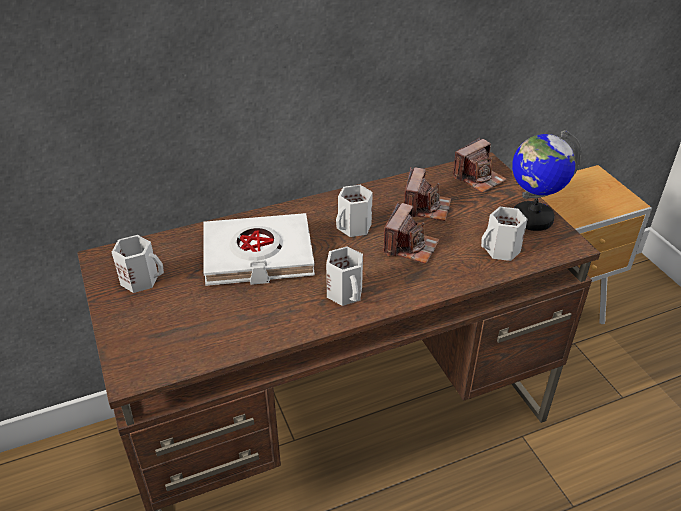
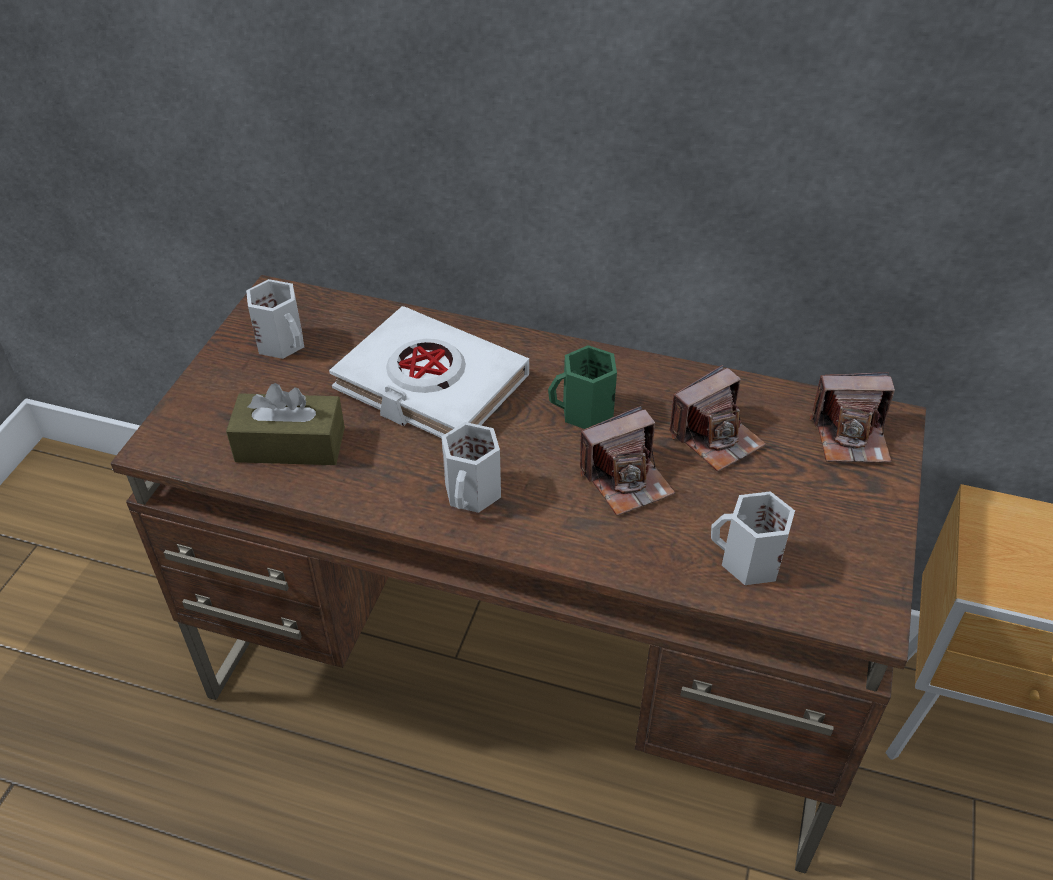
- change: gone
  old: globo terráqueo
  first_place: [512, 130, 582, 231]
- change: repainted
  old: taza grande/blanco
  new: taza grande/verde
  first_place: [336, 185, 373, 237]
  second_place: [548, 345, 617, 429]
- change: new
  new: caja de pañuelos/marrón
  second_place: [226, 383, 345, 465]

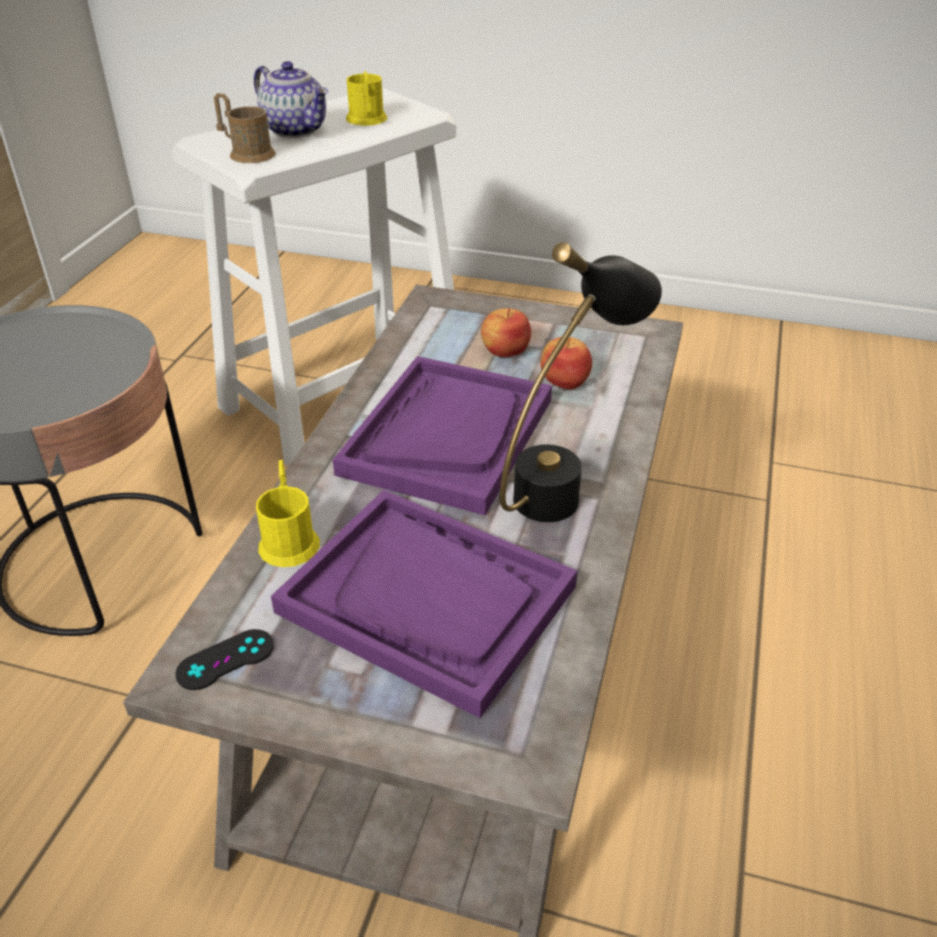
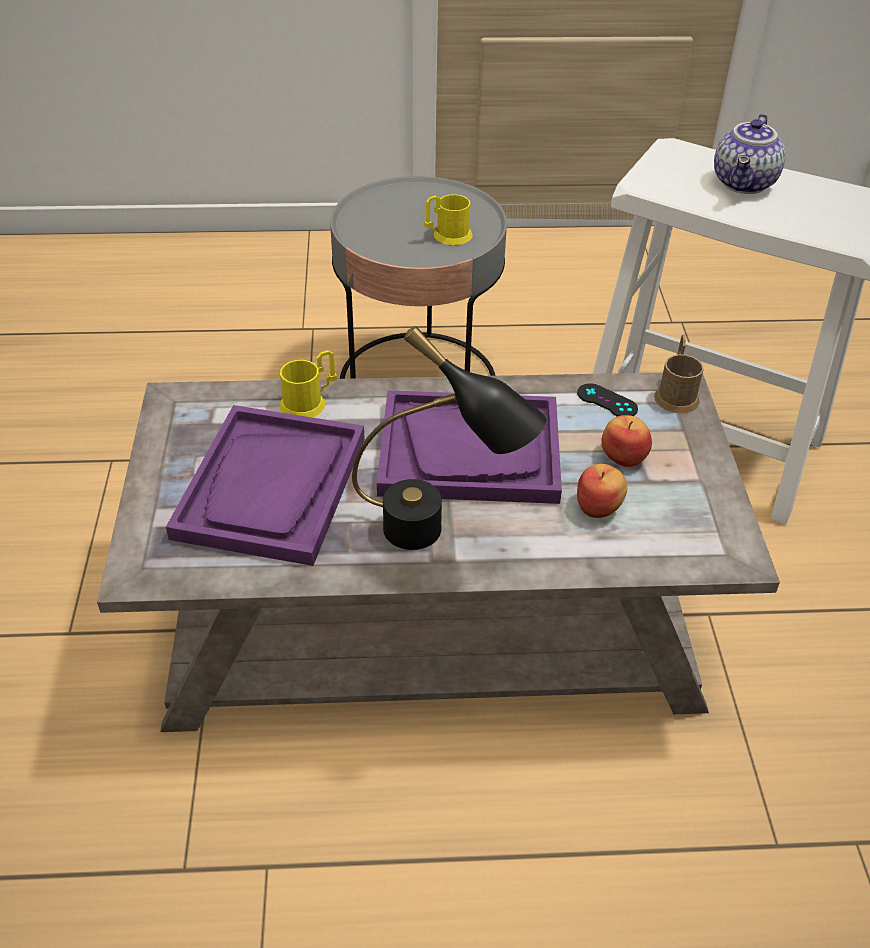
- change: shifted
  old: taza grande/amarillo
  first_place: [346, 71, 388, 126]
  second_place: [424, 194, 473, 245]
- change: shifted
  old: taza grande/marrón
  first_place: [214, 93, 276, 163]
  second_place: [654, 335, 704, 414]
- change: shifted
  old: mando de consola/negro
  first_place: [176, 629, 274, 690]
  second_place: [577, 383, 638, 416]

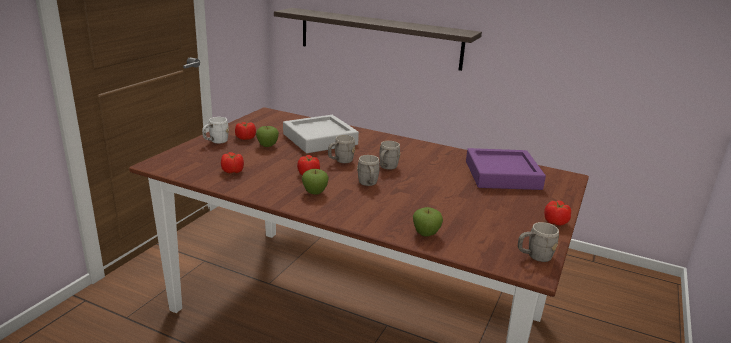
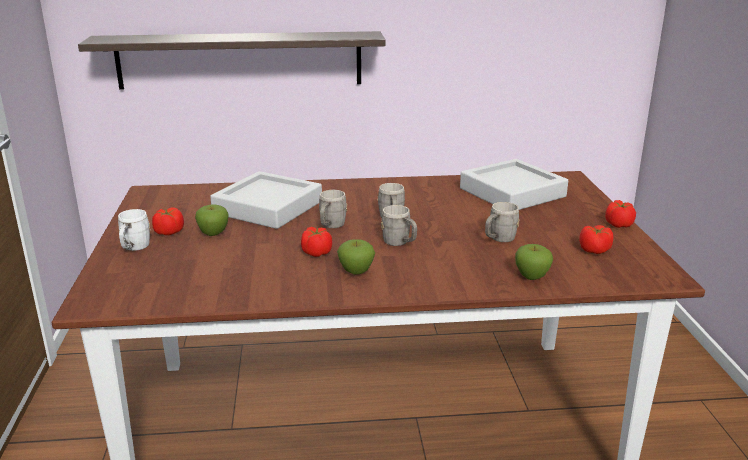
- change: repainted
  old: bandeja/morado
  new: bandeja/gris
  first_place: [466, 148, 546, 190]
  second_place: [460, 159, 568, 210]
- change: shifted
  old: tomate
  first_place: [221, 152, 244, 173]
  second_place: [579, 225, 613, 254]
- change: shifted
  old: taza grande/gris
  first_place: [518, 222, 559, 262]
  second_place: [485, 202, 520, 242]

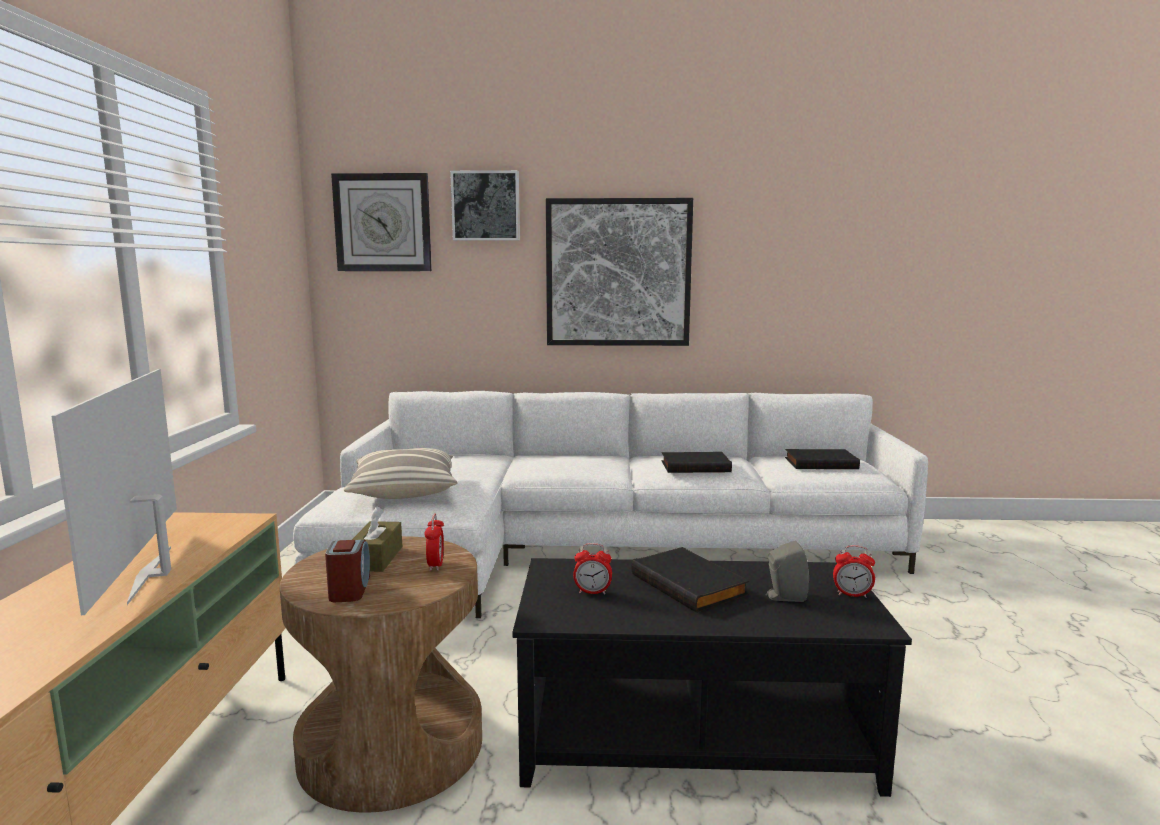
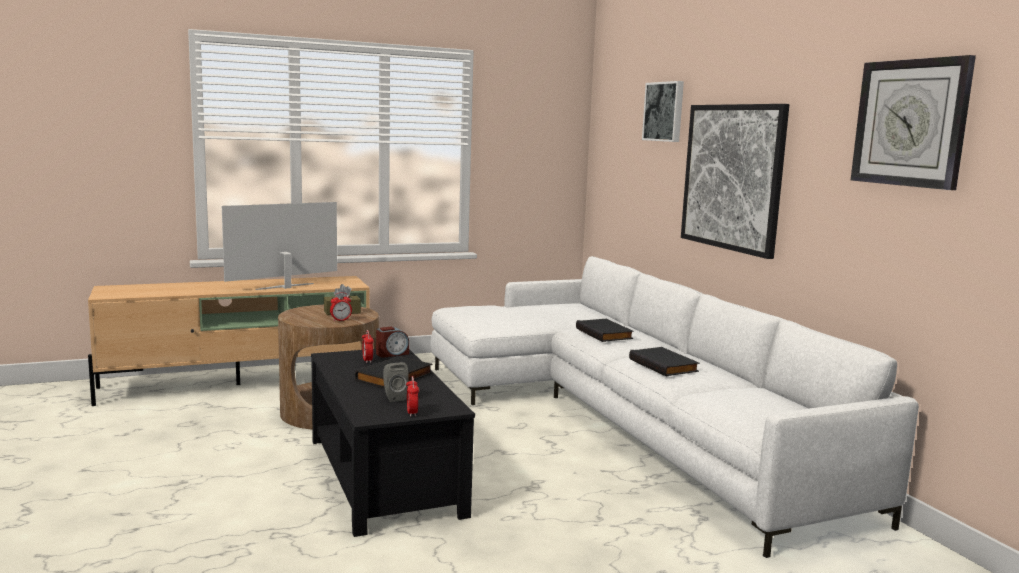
- change: shifted
  old: reloj de pared
  first_place: [331, 173, 432, 271]
  second_place: [851, 55, 976, 190]
- change: gone
  old: cojín
  first_place: [344, 448, 457, 499]
- change: shifted
  old: libro/negro
  first_place: [785, 449, 860, 469]
  second_place: [576, 319, 634, 342]
- change: shifted
  old: despertador
  first_place: [325, 540, 370, 602]
  second_place: [376, 327, 409, 358]

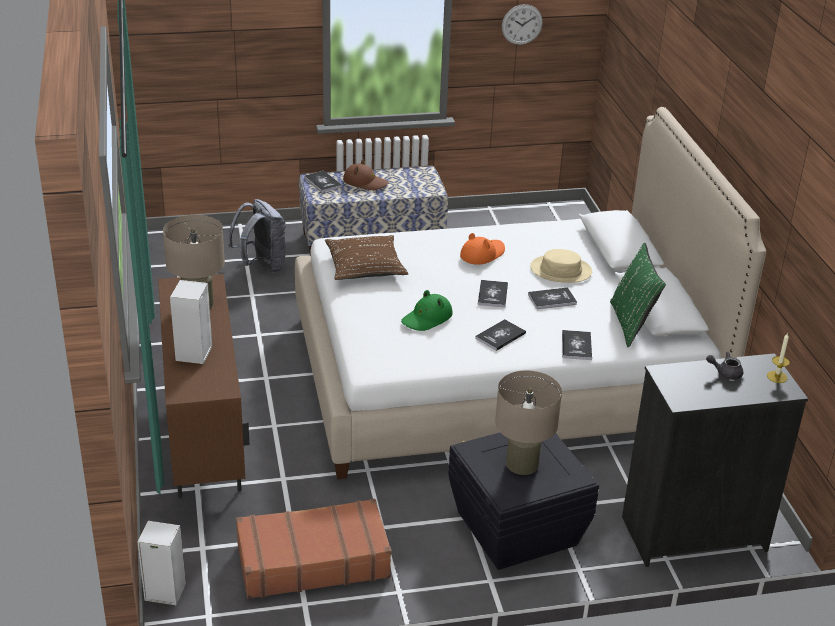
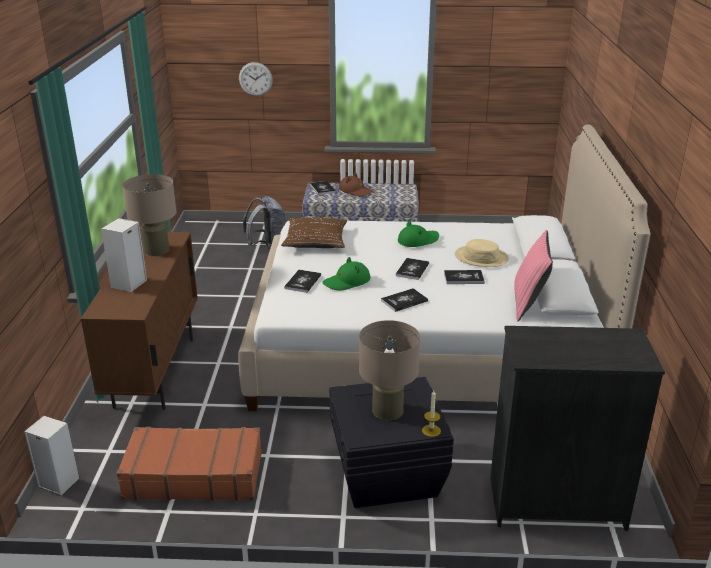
- change: shifted
  old: reloj de pared
  first_place: [502, 4, 543, 45]
  second_place: [239, 62, 273, 96]
- change: repainted
  old: sombrero/naranja
  new: sombrero/verde
  first_place: [460, 233, 505, 265]
  second_place: [398, 221, 439, 247]
- change: repainted
  old: cojín/verde
  new: cojín/rosa
  first_place: [610, 243, 666, 348]
  second_place: [514, 230, 553, 321]
- change: shifted
  old: libro
  first_place: [562, 330, 592, 360]
  second_place: [284, 270, 321, 293]
- change: shifted
  old: vela
  first_place: [767, 332, 790, 383]
  second_place: [422, 390, 441, 437]
- change: gone
  old: tetera/gris
  first_place: [706, 352, 743, 380]

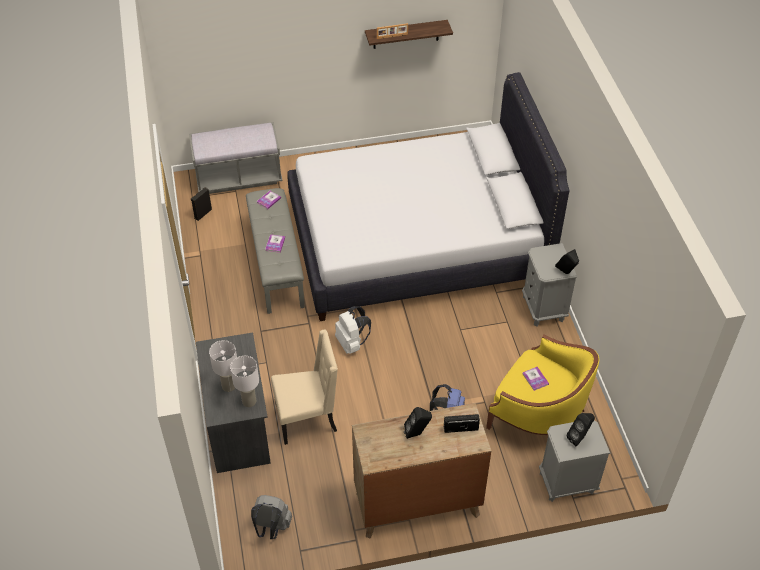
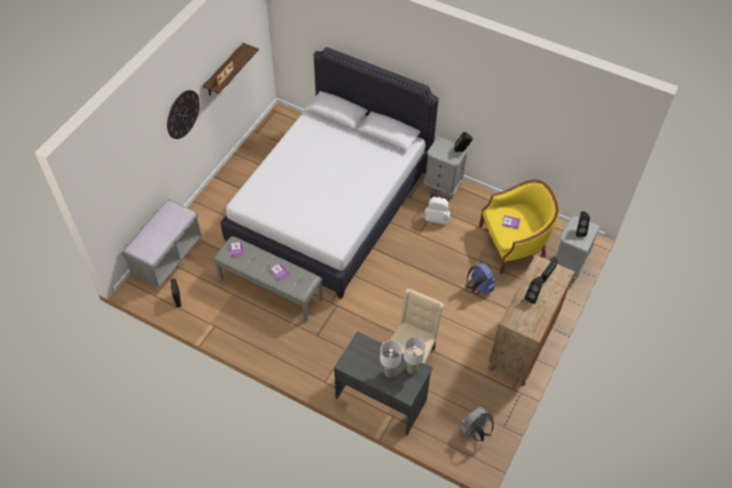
- change: shifted
  old: mochila/blanco
  first_place: [335, 306, 371, 354]
  second_place: [424, 190, 450, 225]
- change: new
  new: reloj de pared
  second_place: [167, 90, 200, 139]

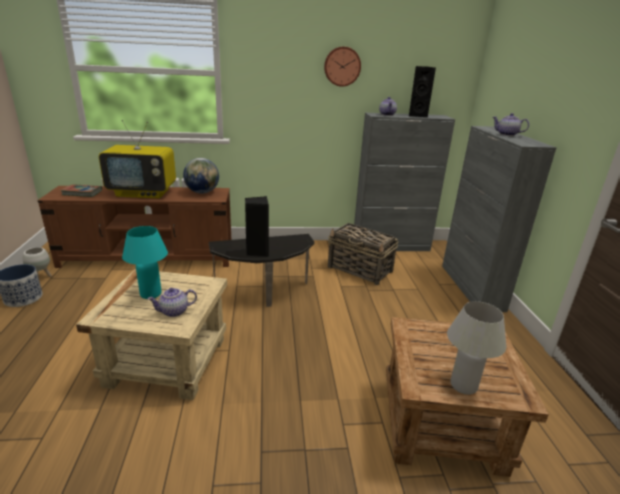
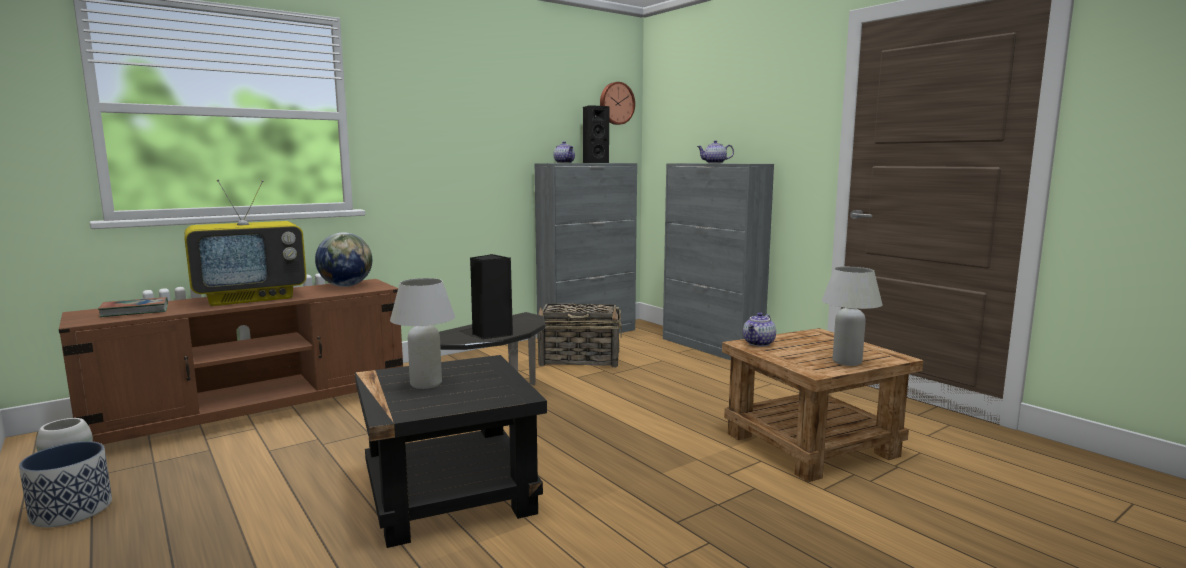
- change: shifted
  old: reloj de pared
  first_place: [324, 47, 361, 87]
  second_place: [600, 82, 635, 125]
- change: repainted
  old: lámpara de mesa/turquesa
  new: lámpara de mesa/blanco
  first_place: [122, 226, 168, 299]
  second_place: [390, 278, 455, 389]
- change: repainted
  old: mesa auxiliar/beis
  new: mesa auxiliar/negro
  first_place: [76, 269, 227, 400]
  second_place: [355, 355, 547, 548]
- change: shifted
  old: tetera
  first_place: [147, 288, 197, 317]
  second_place: [743, 312, 776, 347]

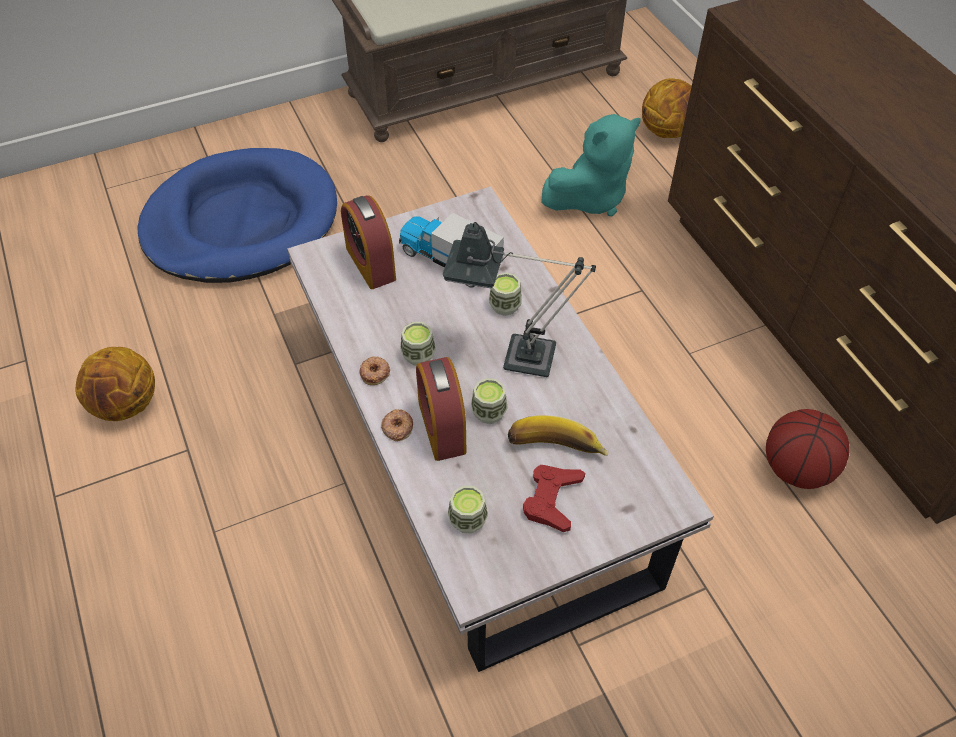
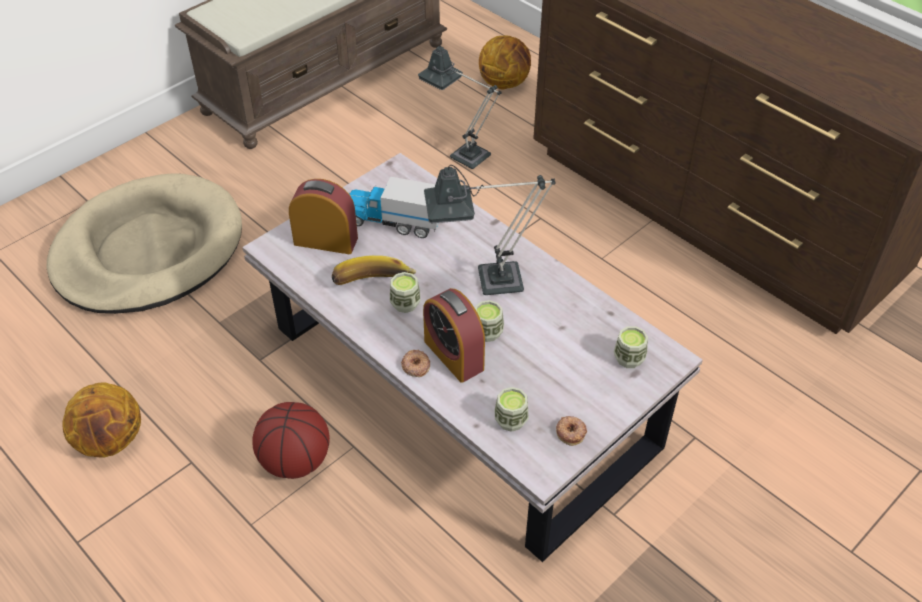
- change: swapped
  old: peluche/turquesa
  new: lámpara de mesa
  first_place: [541, 114, 641, 216]
  second_place: [418, 44, 501, 169]
- change: repainted
  old: cama para perro/azul
  new: cama para perro/beis
  first_place: [137, 148, 337, 283]
  second_place: [47, 173, 242, 314]
- change: rotated
  old: despertador
  first_place: [341, 195, 396, 289]
  second_place: [289, 179, 358, 254]
  degrees: 150
- change: shifted
  old: taza
  first_place: [489, 272, 522, 316]
  second_place: [613, 326, 648, 368]
- change: shifted
  old: rosquilla
  first_place: [359, 356, 390, 385]
  second_place: [556, 416, 587, 446]
- change: shifted
  old: balón de baloncesto
  first_place: [766, 409, 850, 489]
  second_place: [252, 402, 330, 479]
- change: shifted
  old: plátano
  first_place: [508, 415, 609, 456]
  second_place: [332, 255, 416, 285]
- change: gone
  old: mando de consola/rojo
  first_place: [523, 465, 585, 532]

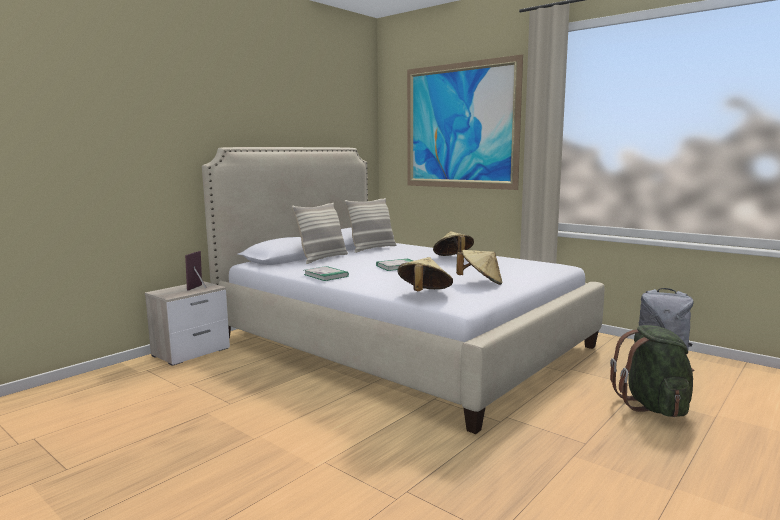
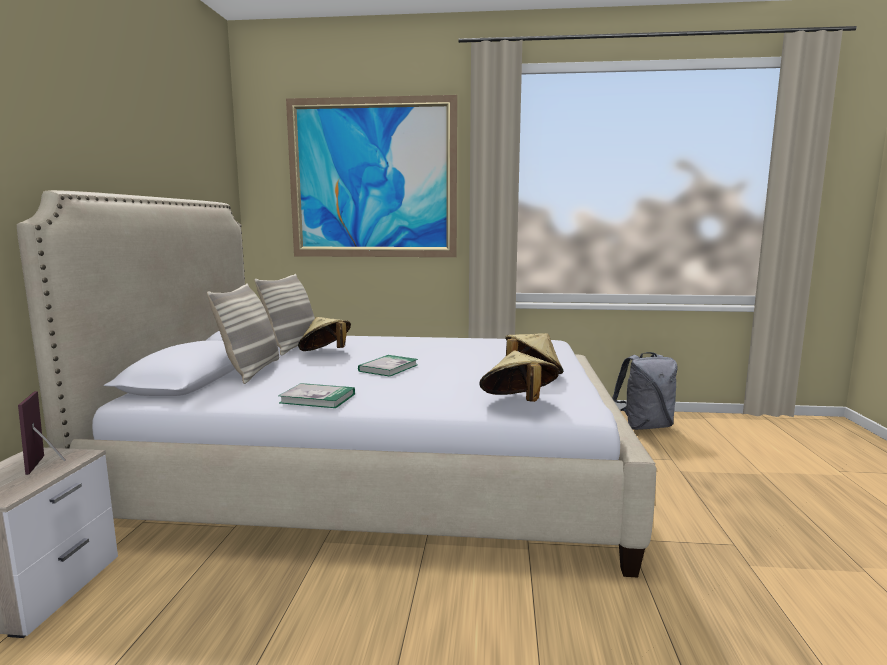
- change: shifted
  old: sombrero/beis
  first_place: [433, 231, 474, 256]
  second_place: [298, 317, 351, 351]
- change: gone
  old: mochila/verde
  first_place: [610, 325, 694, 417]

